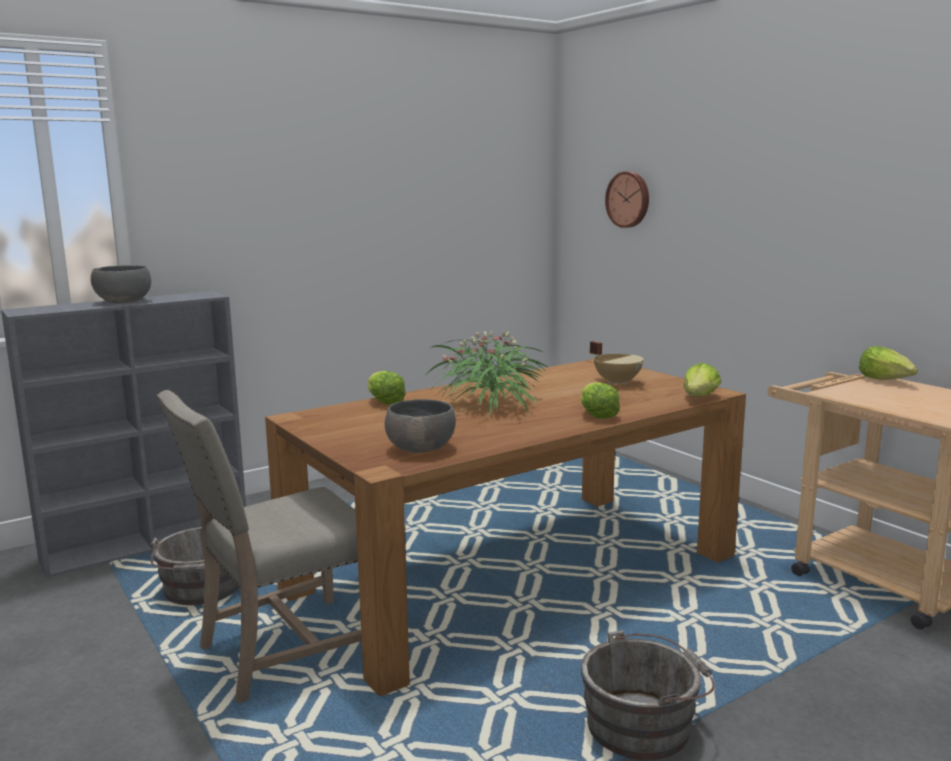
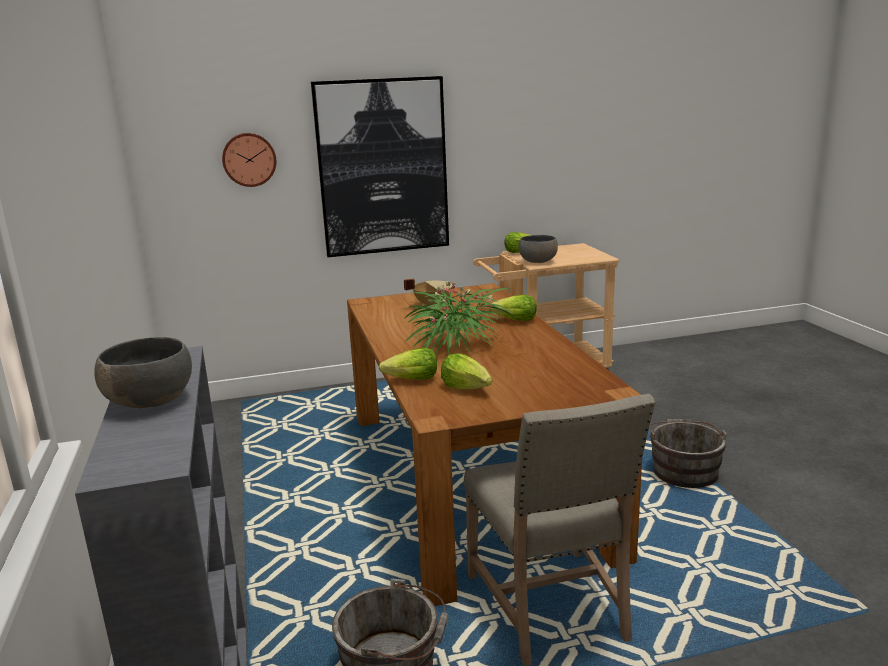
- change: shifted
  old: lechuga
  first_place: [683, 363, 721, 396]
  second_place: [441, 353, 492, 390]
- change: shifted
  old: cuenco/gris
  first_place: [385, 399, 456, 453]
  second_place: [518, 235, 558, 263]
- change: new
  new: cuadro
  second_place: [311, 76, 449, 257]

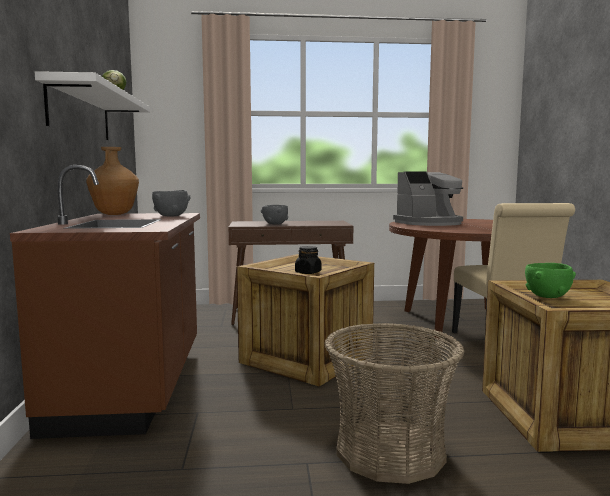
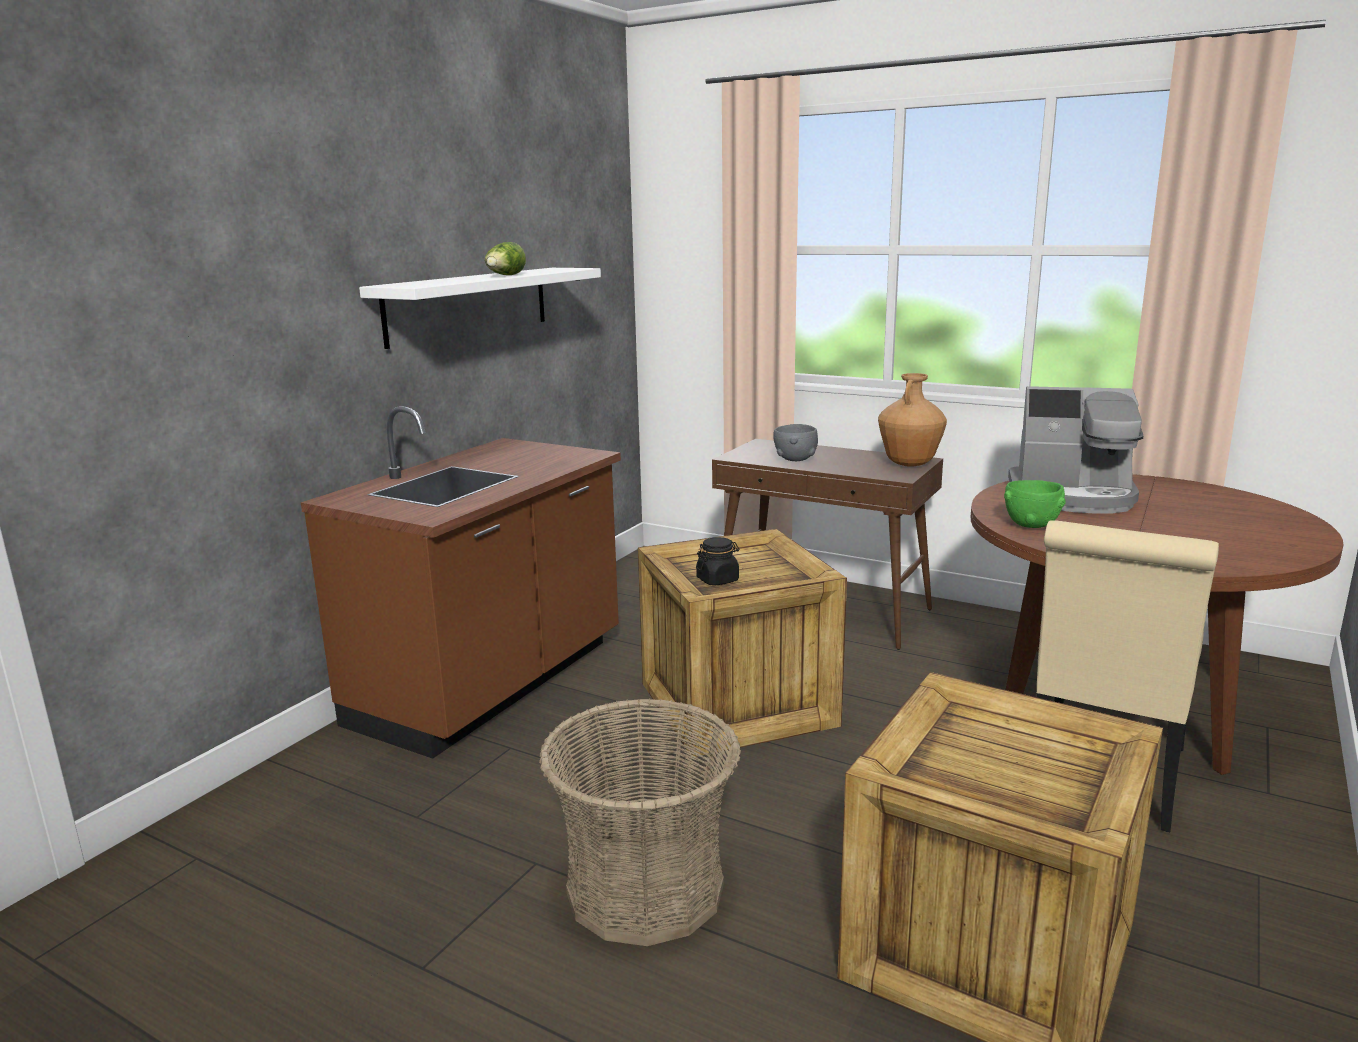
- change: shifted
  old: florero/marrón
  first_place: [86, 147, 139, 215]
  second_place: [878, 373, 947, 467]
- change: gone
  old: cuenco/gris
  first_place: [152, 190, 191, 217]
- change: shifted
  old: cuenco/verde
  first_place: [525, 263, 576, 298]
  second_place: [1004, 480, 1066, 528]

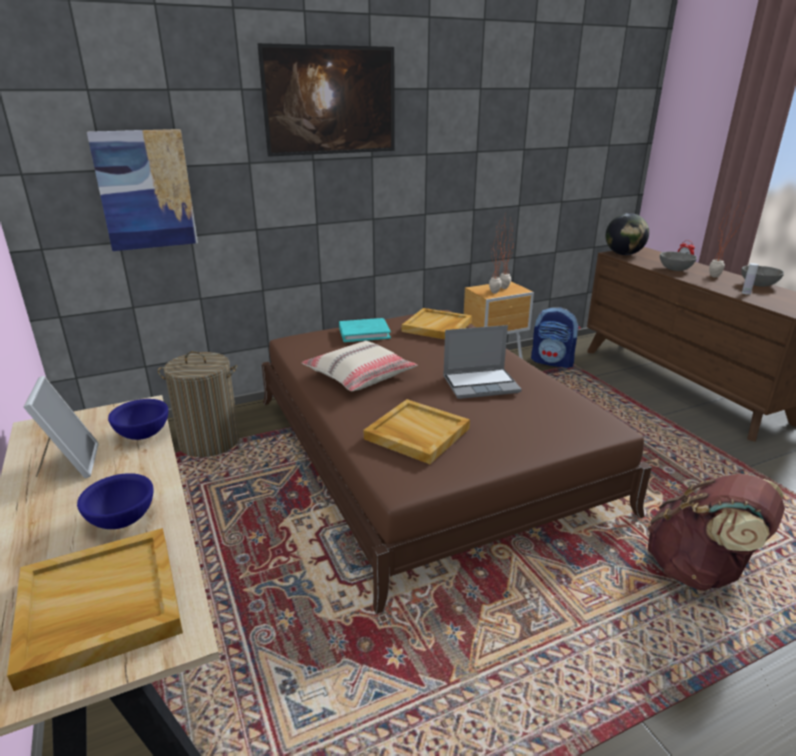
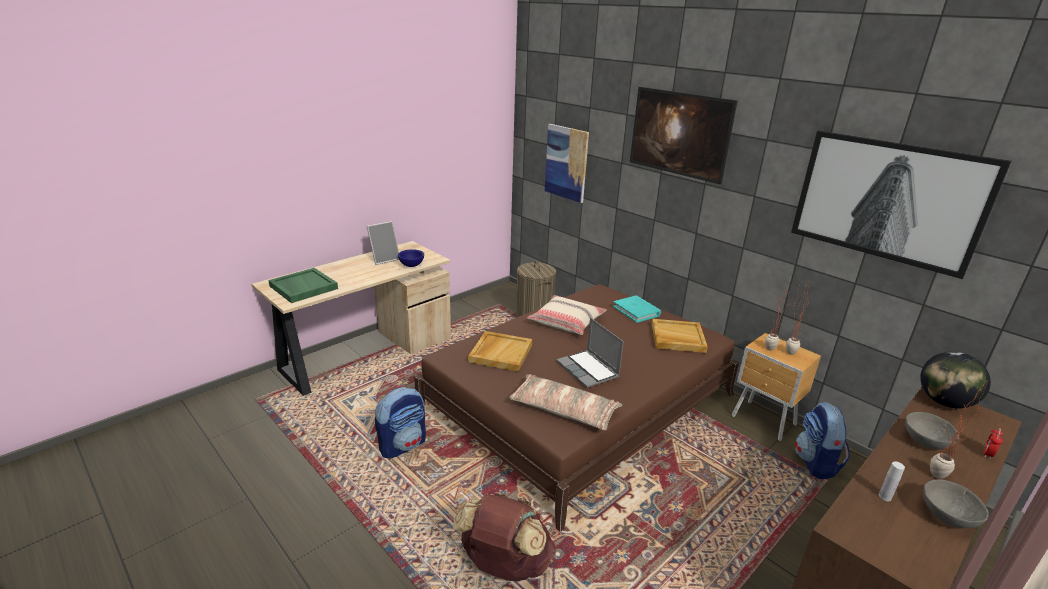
- change: gone
  old: cuenco/azul
  first_place: [77, 473, 153, 529]
- change: repainted
  old: bandeja/beis
  new: bandeja/verde
  first_place: [7, 528, 183, 691]
  second_place: [268, 268, 338, 303]
- change: new
  new: cuadro
  second_place: [791, 130, 1011, 279]
- change: new
  new: cojín
  second_place: [509, 374, 622, 430]
- change: new
  new: mochila
  second_place: [375, 387, 426, 459]

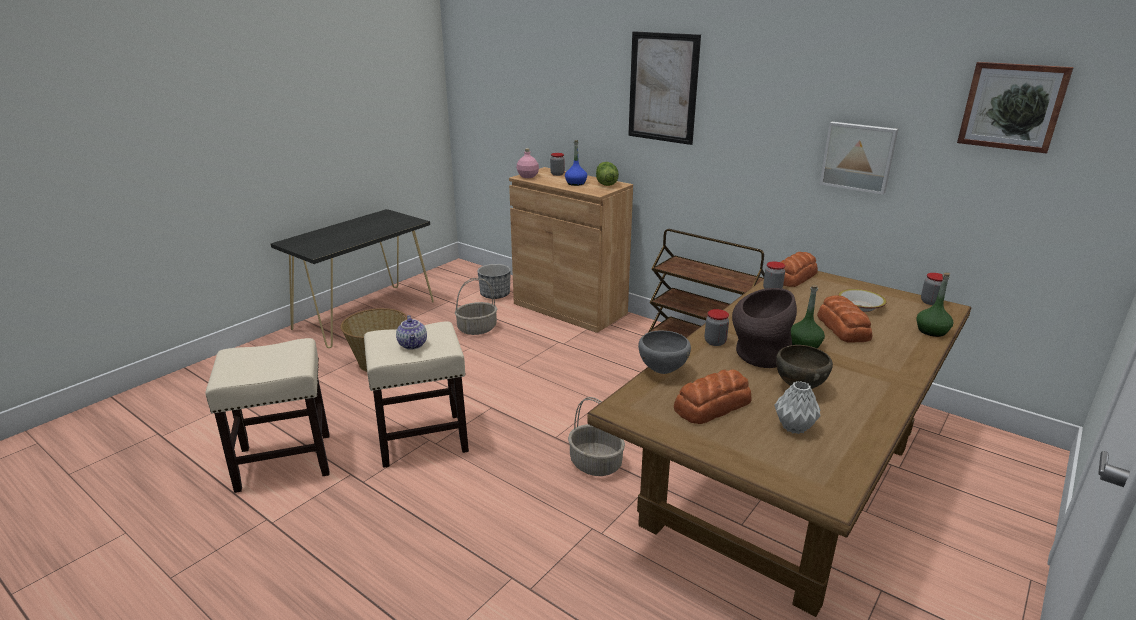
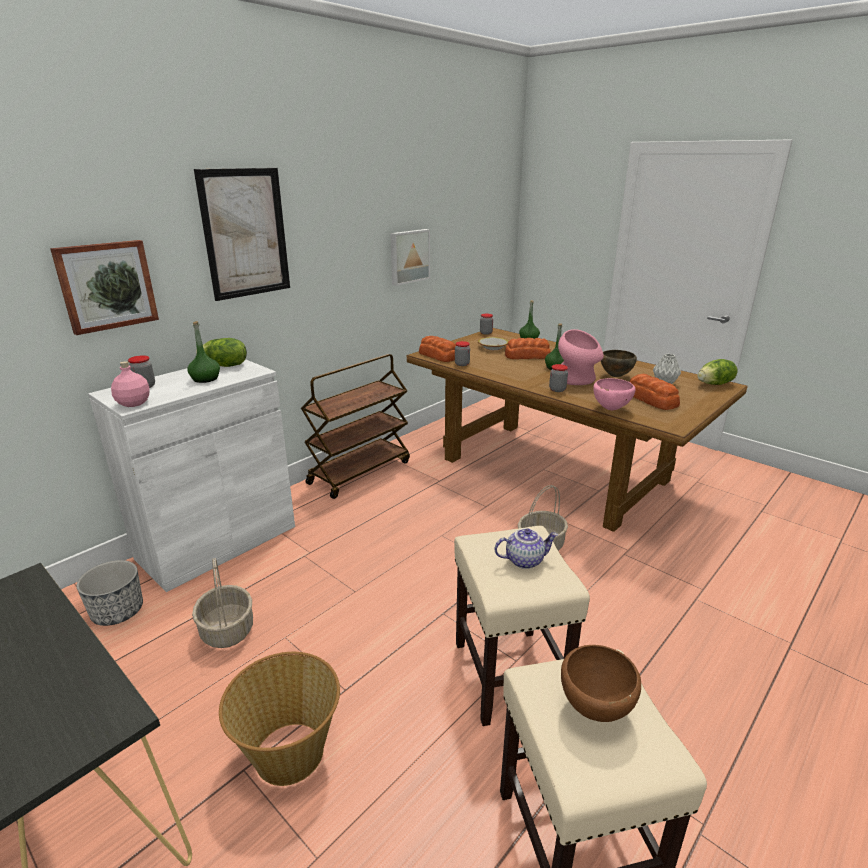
- change: shifted
  old: cuadro
  first_place: [957, 62, 1074, 154]
  second_place: [50, 240, 159, 335]
- change: repainted
  old: botella/azul
  new: botella/verde
  first_place: [565, 140, 587, 186]
  second_place: [187, 321, 220, 383]
- change: repainted
  old: armario/marrón
  new: armario/blanco
  first_place: [509, 167, 633, 333]
  second_place: [88, 359, 295, 592]
- change: repainted
  old: florero/marrón
  new: florero/rosa
  first_place: [732, 288, 797, 368]
  second_place: [558, 329, 604, 385]
- change: repainted
  old: cuenco/gris
  new: cuenco/rosa
  first_place: [638, 331, 691, 374]
  second_place: [593, 378, 635, 410]
- change: new
  new: lechuga
  second_place: [697, 359, 738, 385]
- change: new
  new: cuenco/marrón
  second_place: [561, 645, 641, 722]

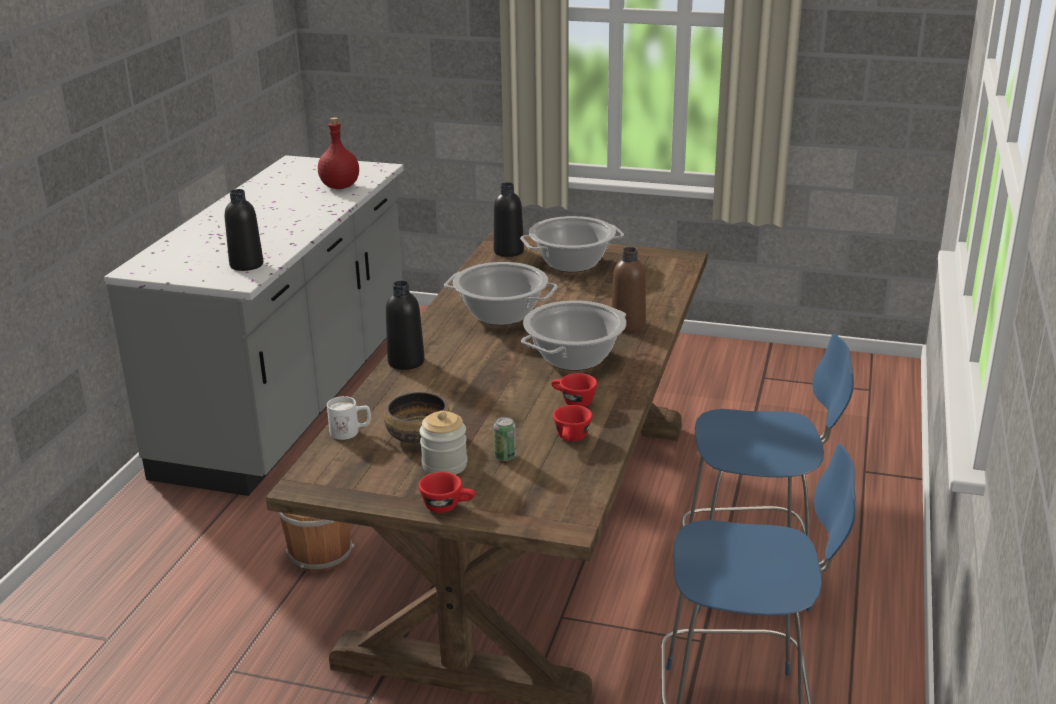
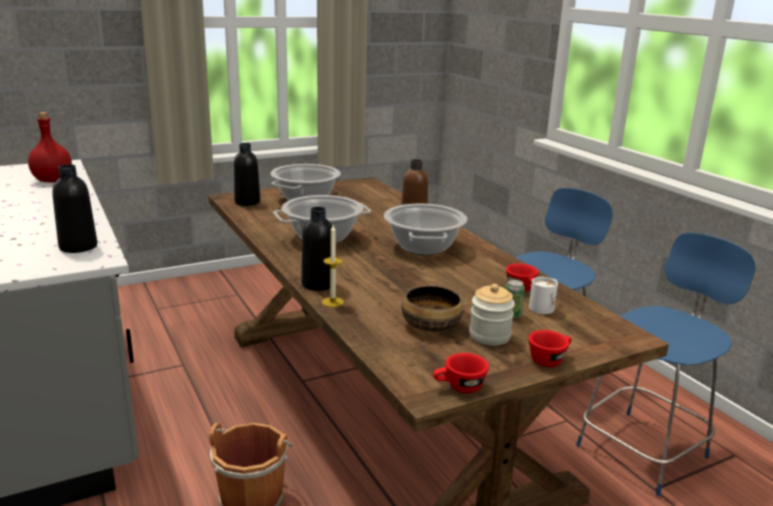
- change: shifted
  old: taza/rojo
  first_place: [551, 373, 597, 407]
  second_place: [433, 353, 489, 393]
- change: shifted
  old: taza grande/blanco
  first_place: [327, 396, 371, 440]
  second_place: [529, 277, 558, 314]
- change: new
  new: vela
  second_place: [322, 225, 344, 307]

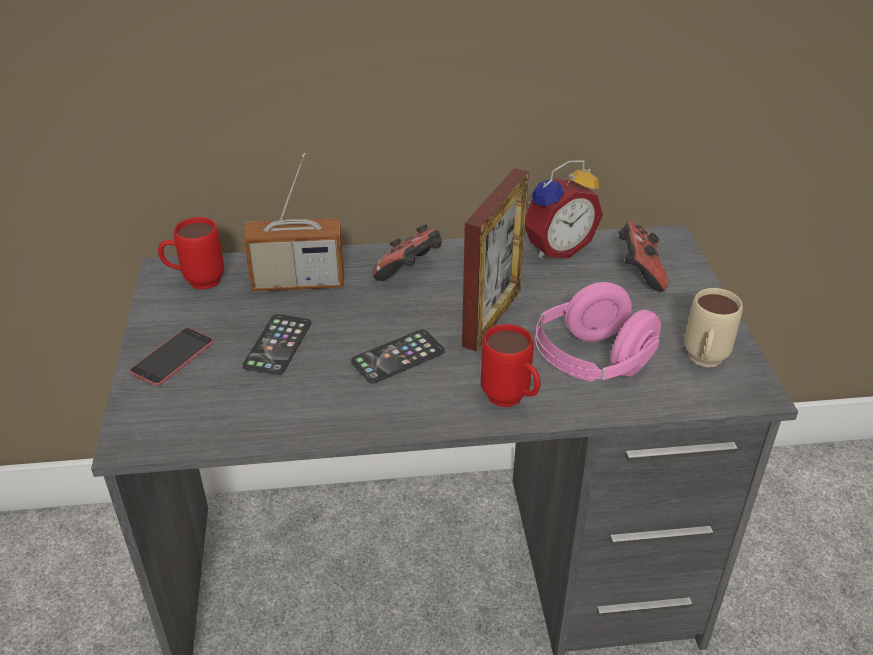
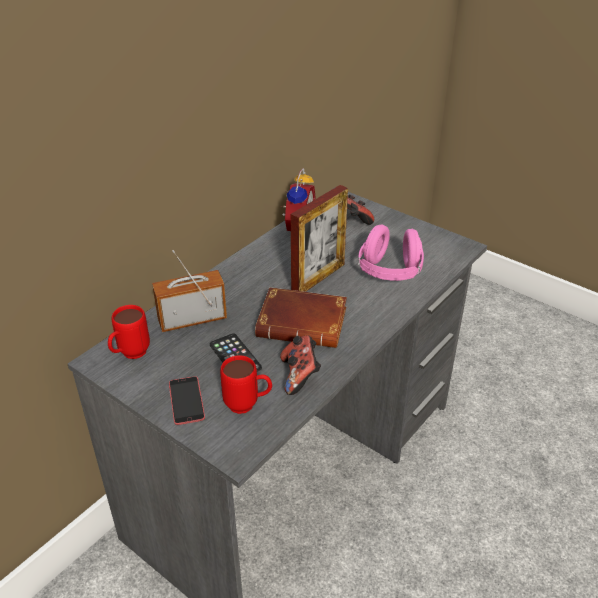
- change: rotated
  old: radio
  first_place: [244, 153, 344, 291]
  second_place: [152, 250, 227, 332]
  degrees: -150
- change: rotated
  old: portarretratos
  first_place: [462, 168, 529, 351]
  second_place: [291, 185, 348, 292]
  degrees: 60
- change: shifted
  old: mando de consola
  first_place: [372, 224, 442, 281]
  second_place: [280, 335, 321, 395]
- change: gone
  old: taza grande/beis
  first_place: [685, 288, 743, 367]
- change: shifted
  old: taza grande/rojo
  first_place: [481, 324, 541, 407]
  second_place: [220, 355, 272, 414]
- change: swapped
  old: móvil
  new: libro/marrón
  first_place: [351, 329, 445, 383]
  second_place: [255, 287, 347, 348]

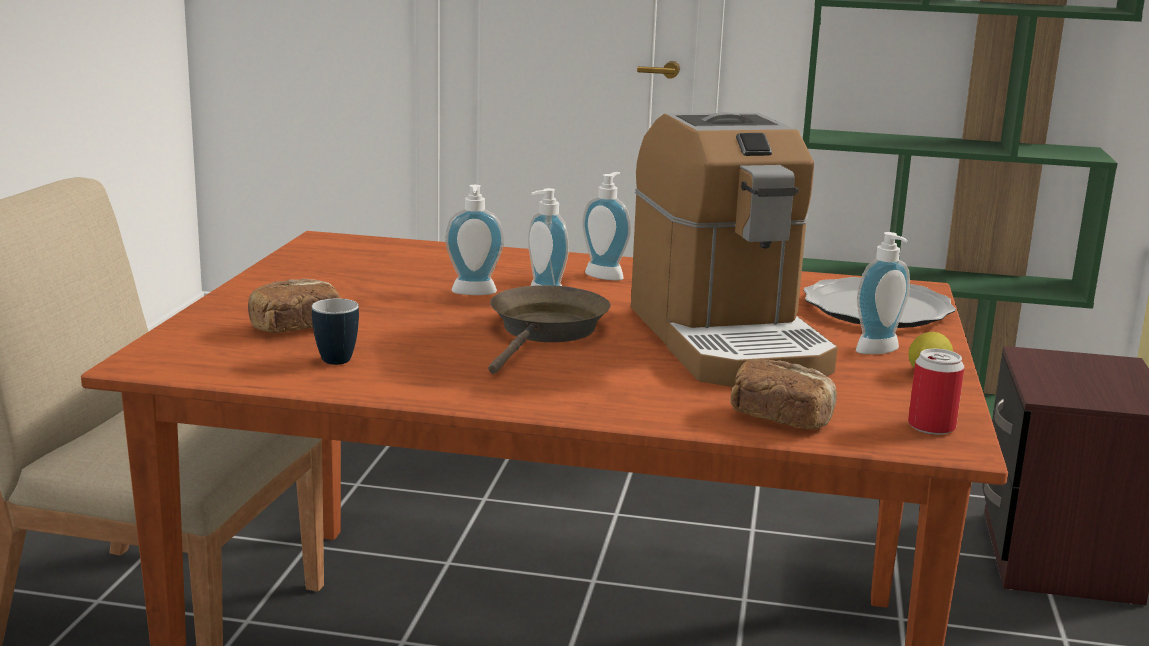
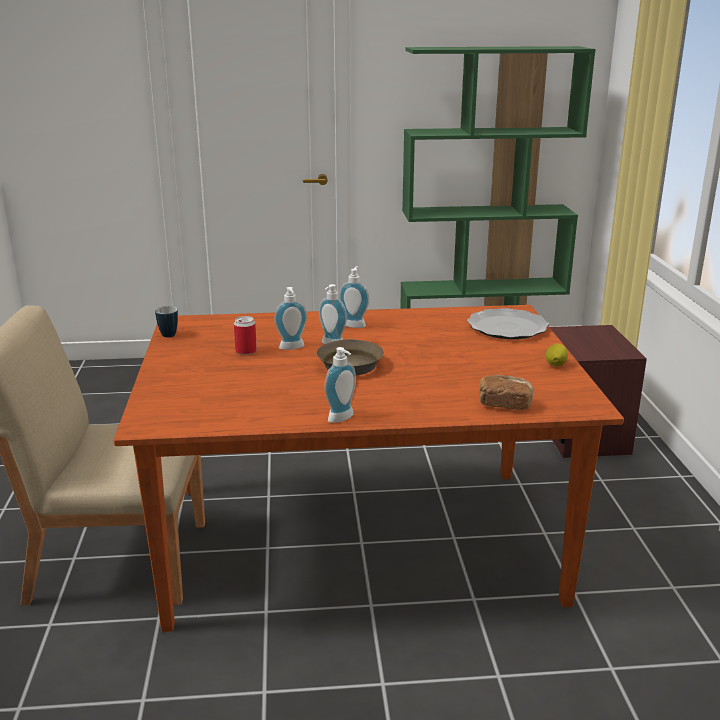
- change: gone
  old: cafetera
  first_place: [631, 112, 837, 387]
- change: shifted
  old: dispensador de jabón
  first_place: [856, 232, 910, 354]
  second_place: [324, 347, 356, 423]
- change: gone
  old: pan
  first_place: [248, 279, 341, 333]
- change: shifted
  old: taza grande
  first_place: [312, 298, 359, 365]
  second_place: [155, 306, 178, 337]
- change: shifted
  old: lata
  first_place: [908, 349, 964, 435]
  second_place: [234, 316, 257, 355]

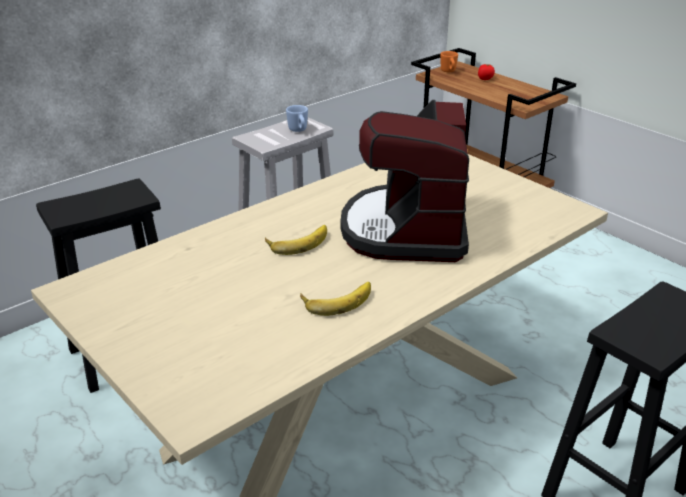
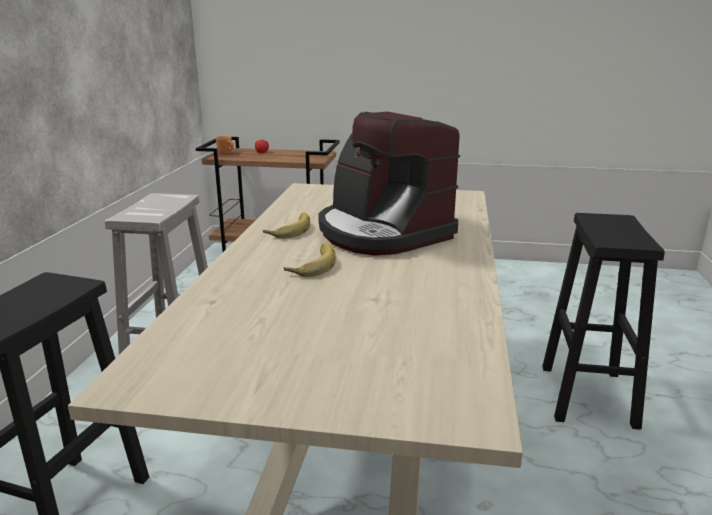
- change: gone
  old: taza grande/azul
  first_place: [286, 105, 308, 132]
- change: shifted
  old: plátano
  first_place: [300, 282, 371, 316]
  second_place: [263, 212, 310, 239]

